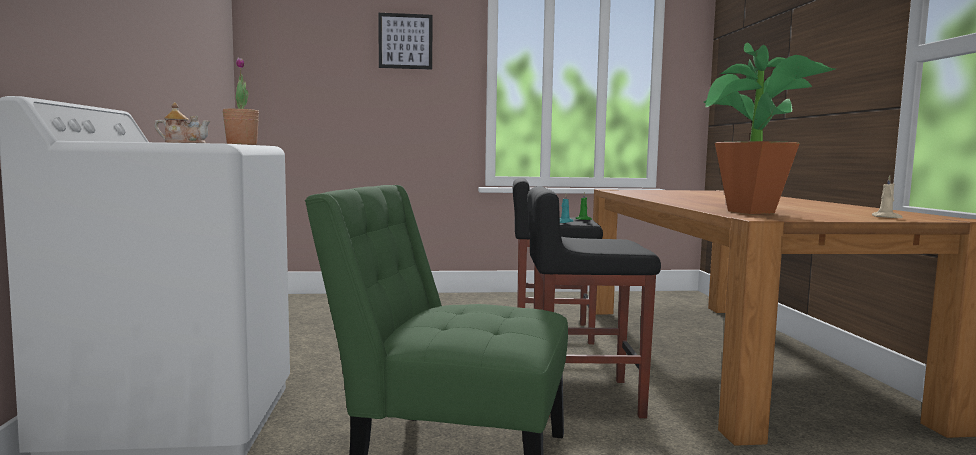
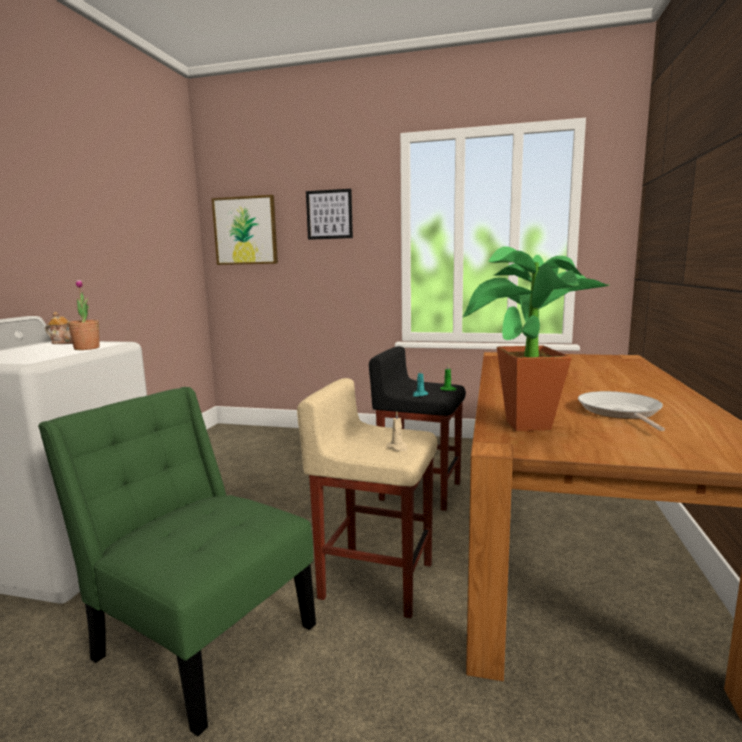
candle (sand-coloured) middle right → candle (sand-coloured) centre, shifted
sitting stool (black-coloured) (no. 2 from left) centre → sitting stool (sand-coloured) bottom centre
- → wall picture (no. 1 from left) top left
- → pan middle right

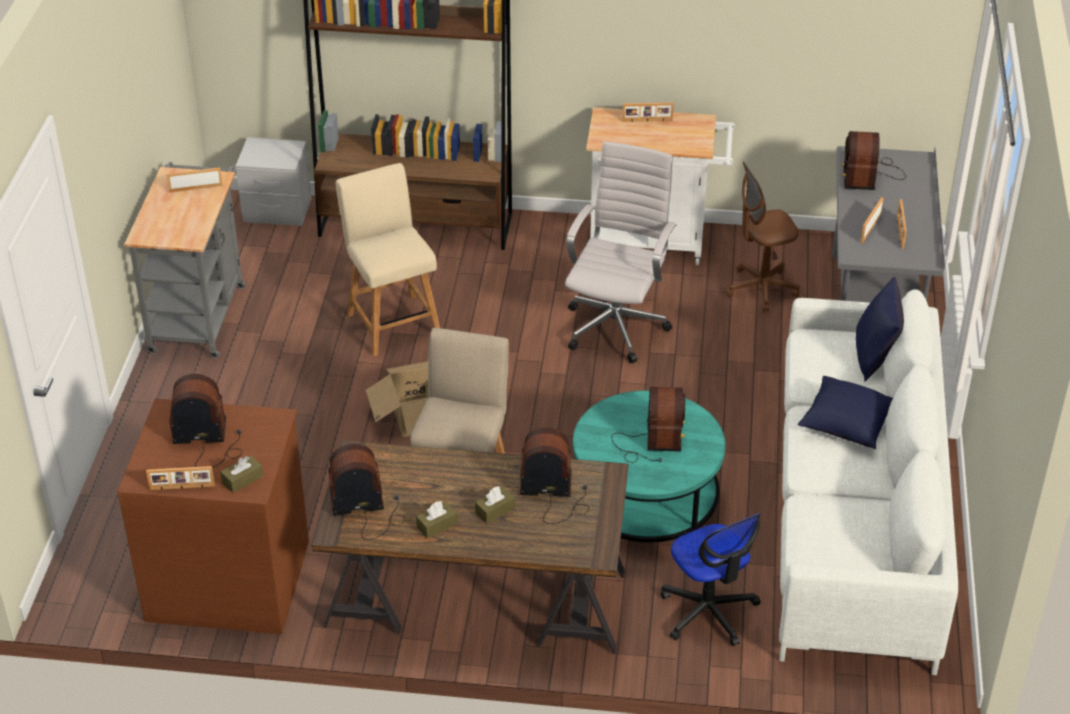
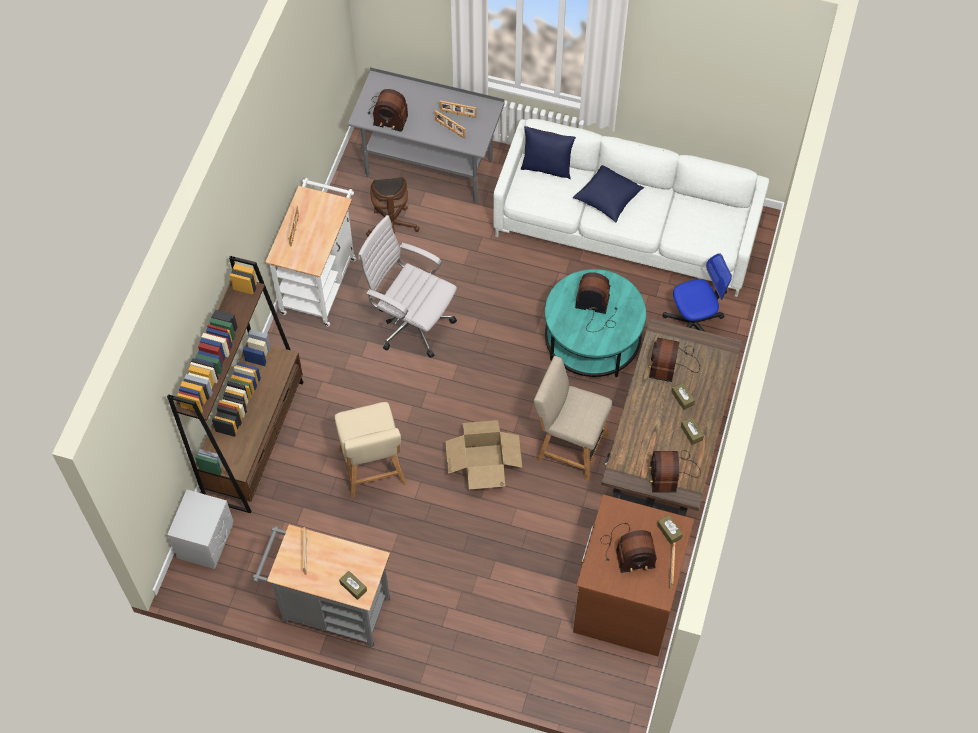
upright chair (sand-coloured) (no. 1 from left) centre, 90 degrees counterclockwise
radio receiver (no. 1 from left in the first image) middle left → radio receiver (no. 3 from left) bottom centre, 105 degrees counterclockwise
- → tissue box (brown) (no. 1 from left) bottom centre

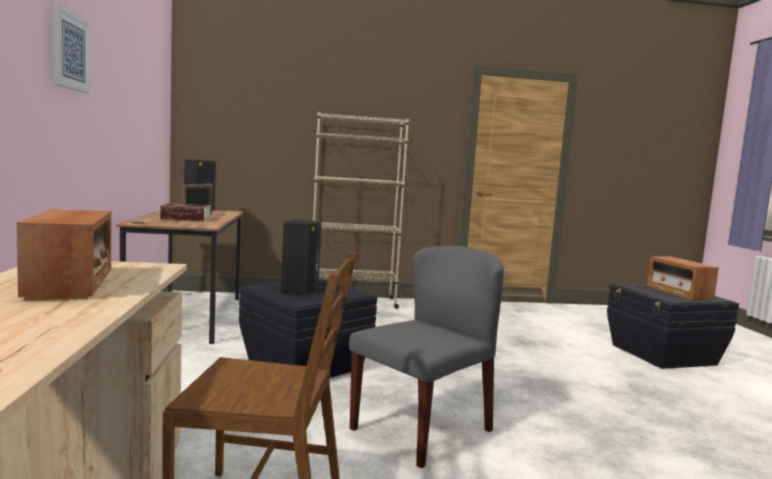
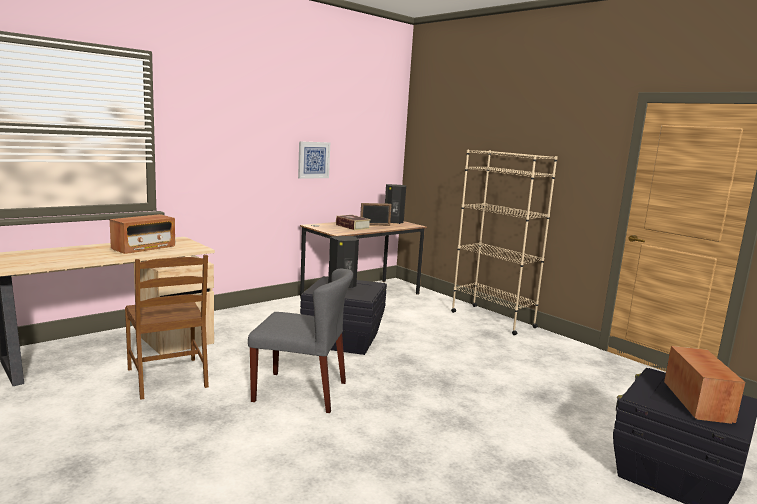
wall picture top left → wall picture top centre, shifted
radio receiver (no. 2 from left) middle right → radio receiver (no. 2 from left) bottom right, 150 degrees clockwise

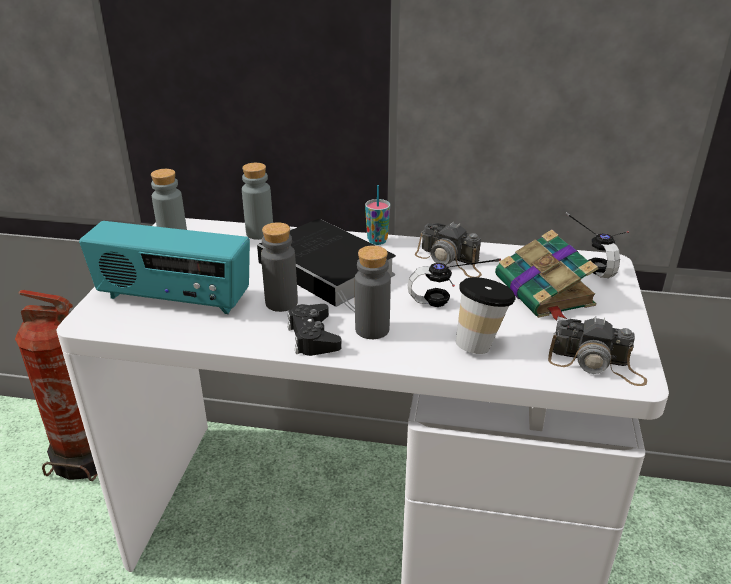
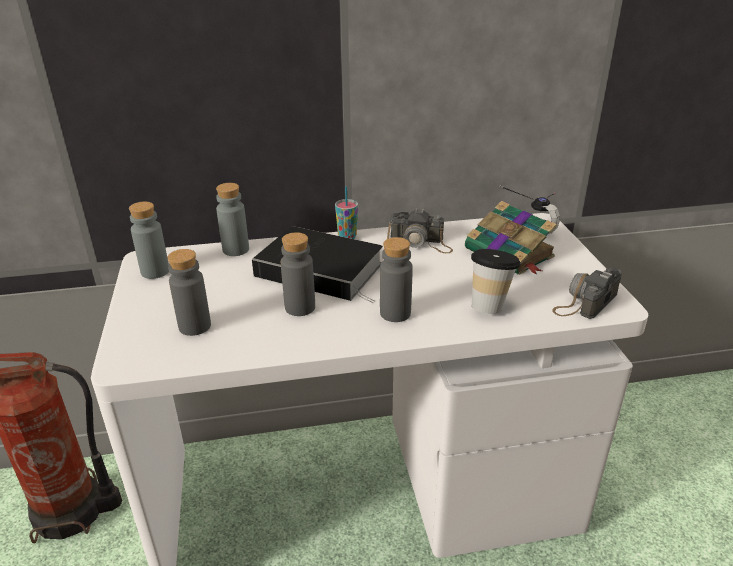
radio receiver middle left → bottle (greyish) (no. 2 from left) middle left
headphones (no. 1 from left) centre → -
joypad (black-coloured) centre → -
still camera (no. 2 from left) middle right, 135 degrees clockwise

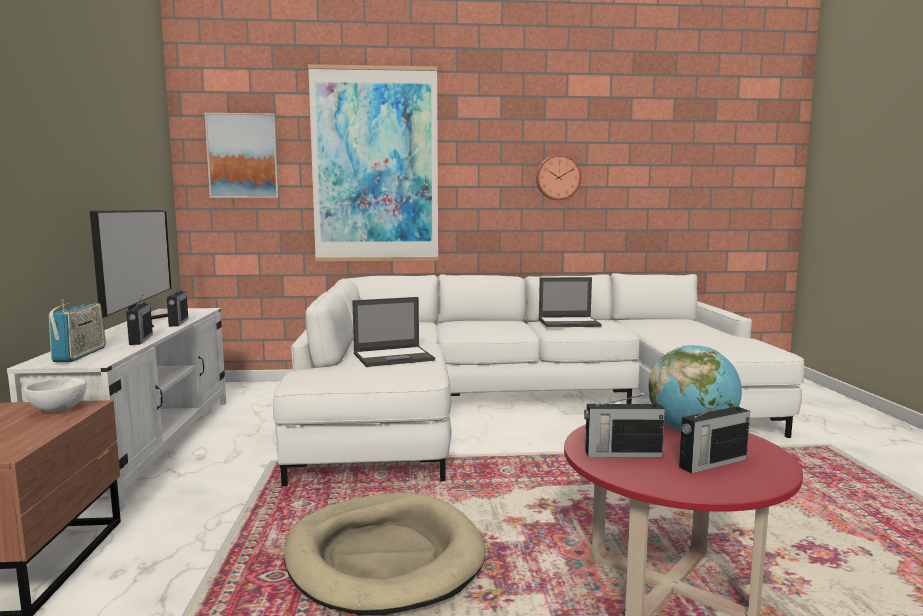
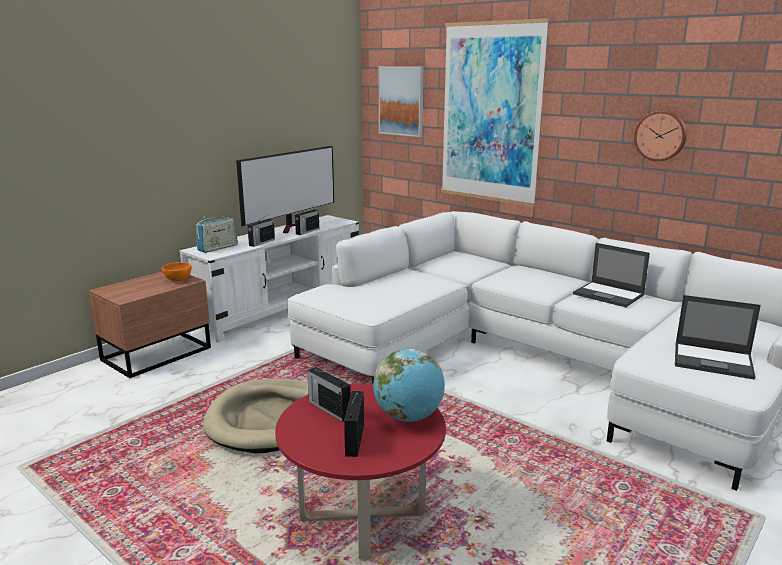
portable computer (no. 1 from left in the first image) centre → portable computer (no. 2 from left) middle right, shifted
serving bowl (white) middle left → serving bowl (orange-coloured) middle left
radio receiver (no. 5 from left) bottom right → radio receiver (no. 5 from left) bottom centre, 75 degrees clockwise

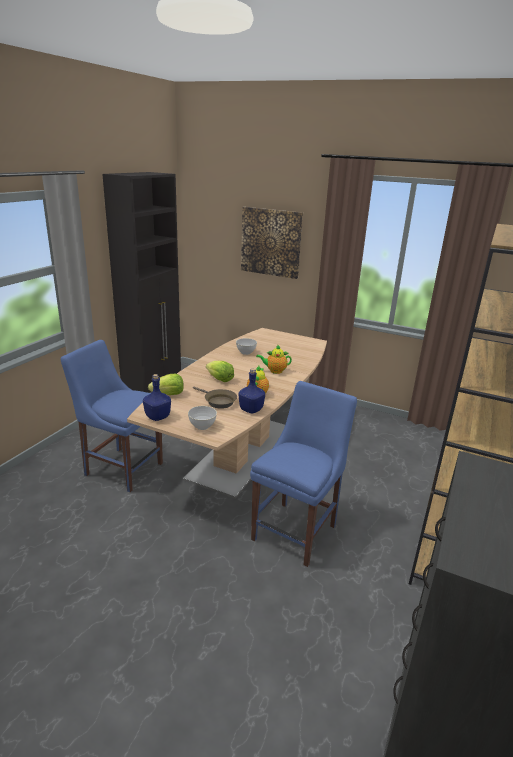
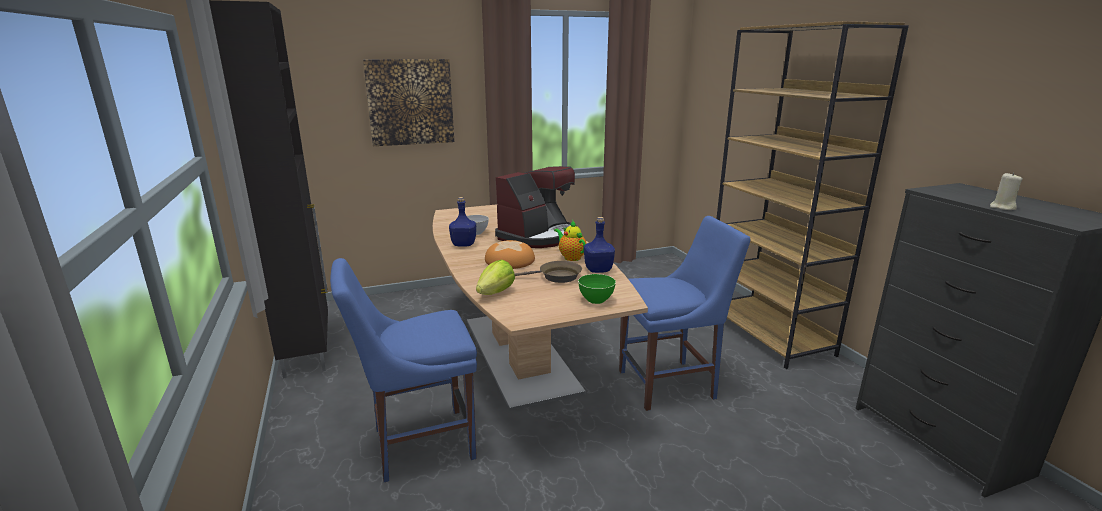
tea pot (no. 2 from left) centre → coffee maker centre
lettuce (no. 2 from left) centre → bread centre
bottle (blue) (no. 1 from left) middle left → bottle (blue) (no. 1 from left) centre, shifted
upright chair (blue) (no. 2 from left) centre, 90 degrees clockwise
serving bowl (greyish) (no. 1 from left) centre → serving bowl (green-coloured) centre
- → candle (sand-coloured) middle right

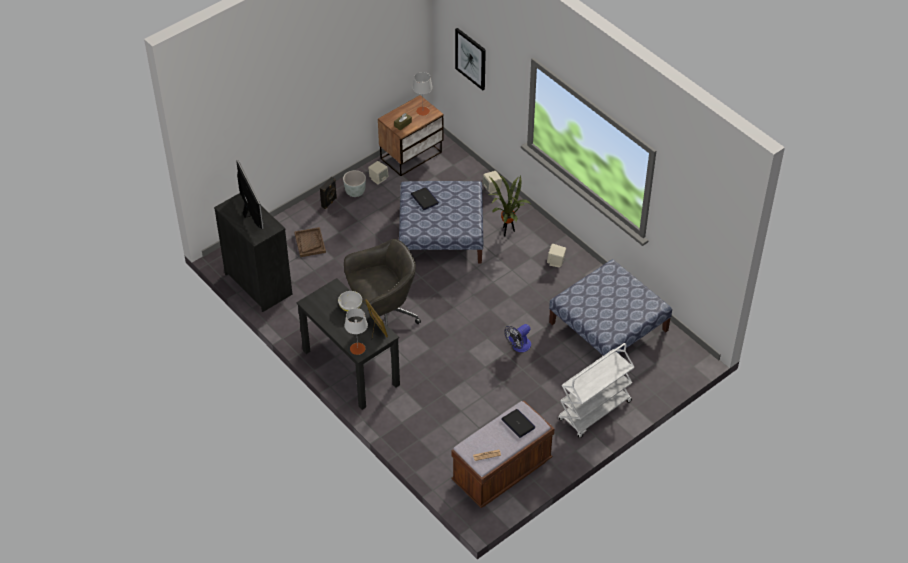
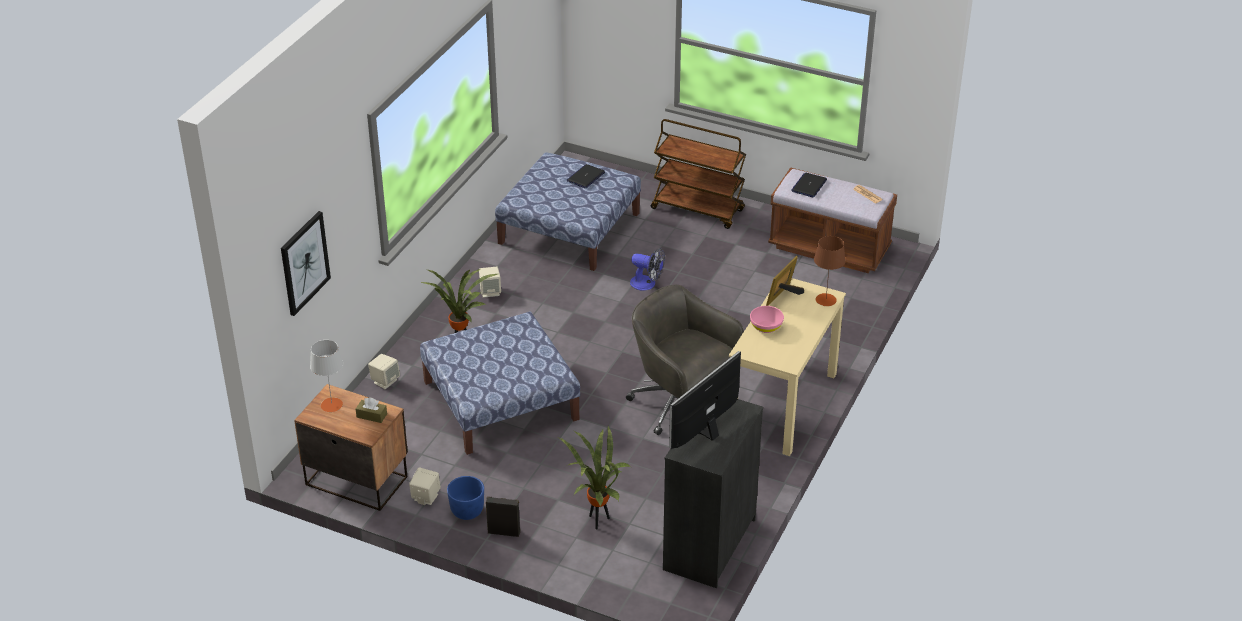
flower pot (greyish) top centre → flower pot (blue) bottom centre
portable computer (no. 1 from left) centre → portable computer (no. 1 from left) top centre, shifted
tray (brown) centre → plant in a pot (no. 2 from left) bottom centre
desk unit (black-coloured) centre → desk unit (sand-coloured) centre
serving bowl (white) centre → serving bowl (pinkish) centre
lamp for a table (greyish) (no. 1 from left) centre → lamp for a table (brown) middle right
cart (white) bottom centre → cart (brown) top centre

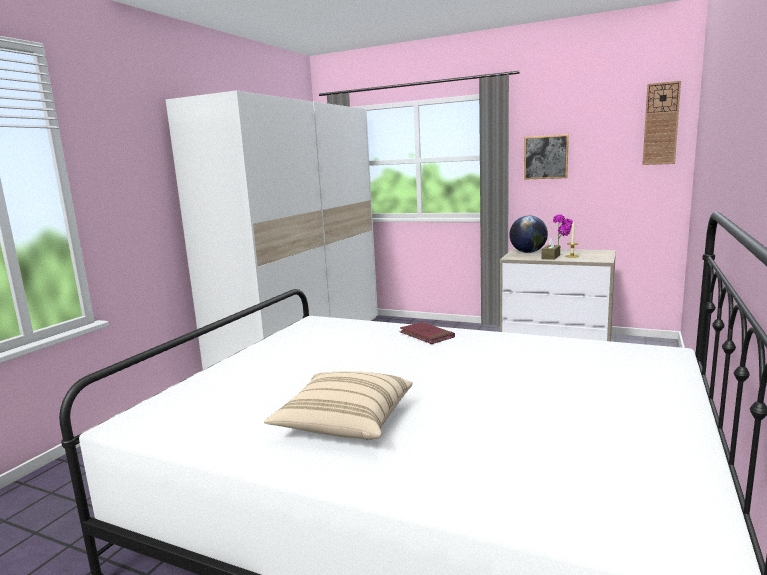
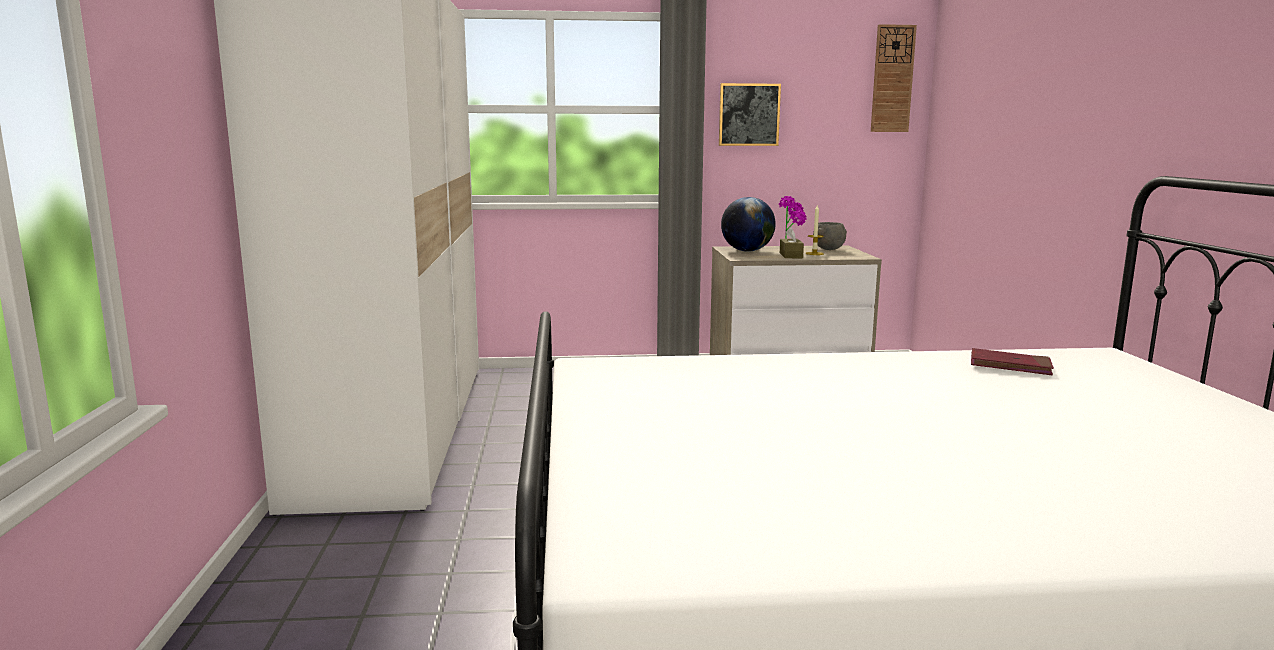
bound book (red) centre → bound book (red) middle right, shifted
pillow (sand-coloured) bottom centre → -
- → serving bowl (greyish) centre

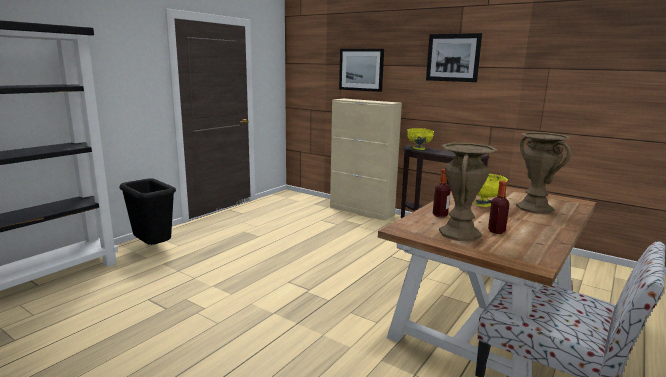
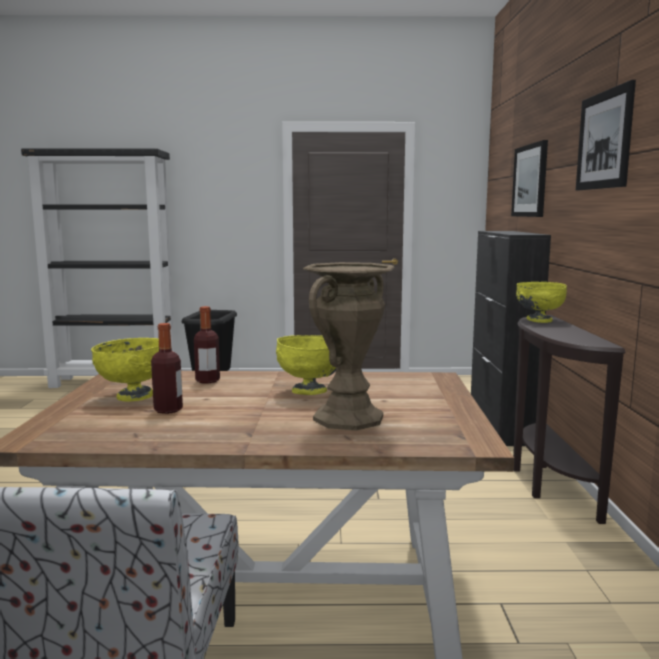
cabinet (sand-coloured) centre → cabinet (black-coloured) middle right
flower vase (brown) (no. 1 from left) middle right → serving bowl (yellow) (no. 1 from left) middle left

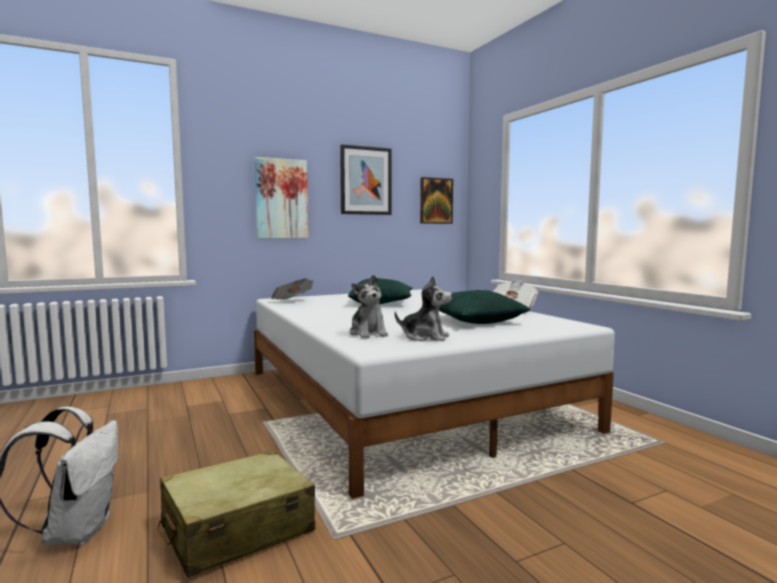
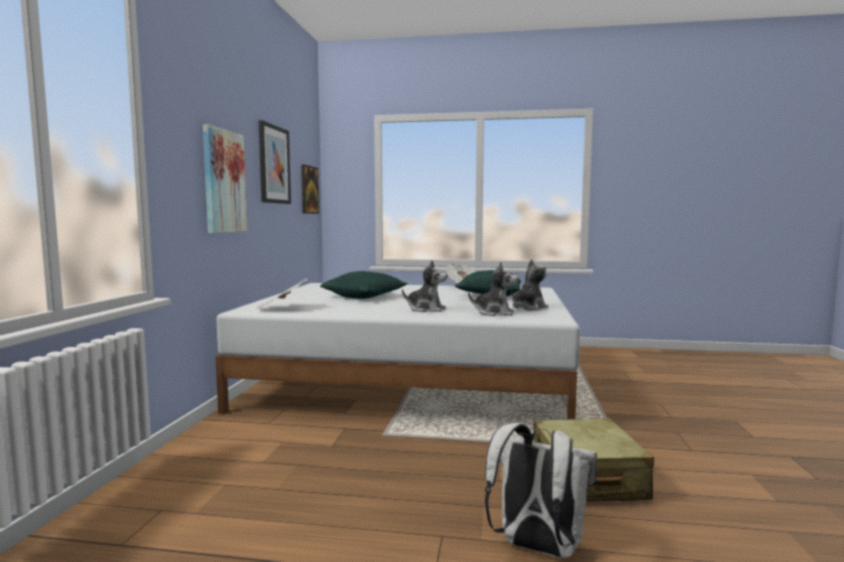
- → plush toy (no. 1 from left) centre

